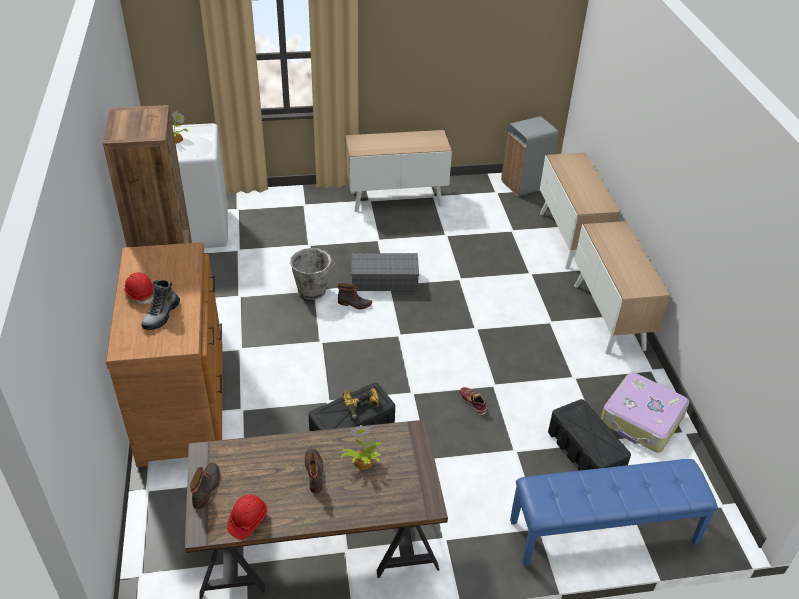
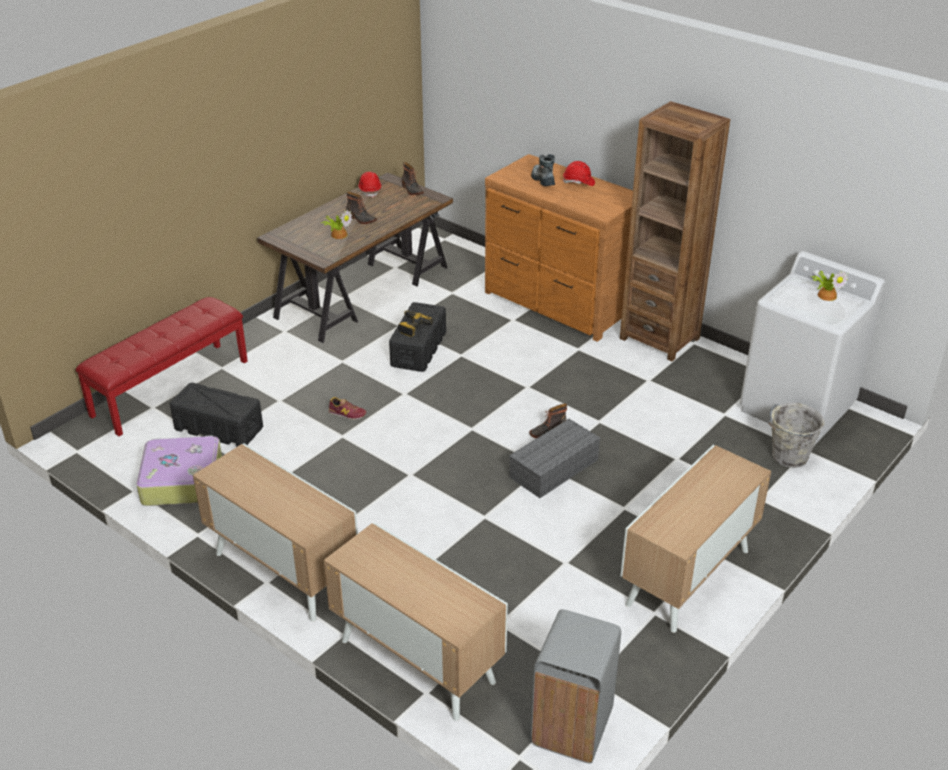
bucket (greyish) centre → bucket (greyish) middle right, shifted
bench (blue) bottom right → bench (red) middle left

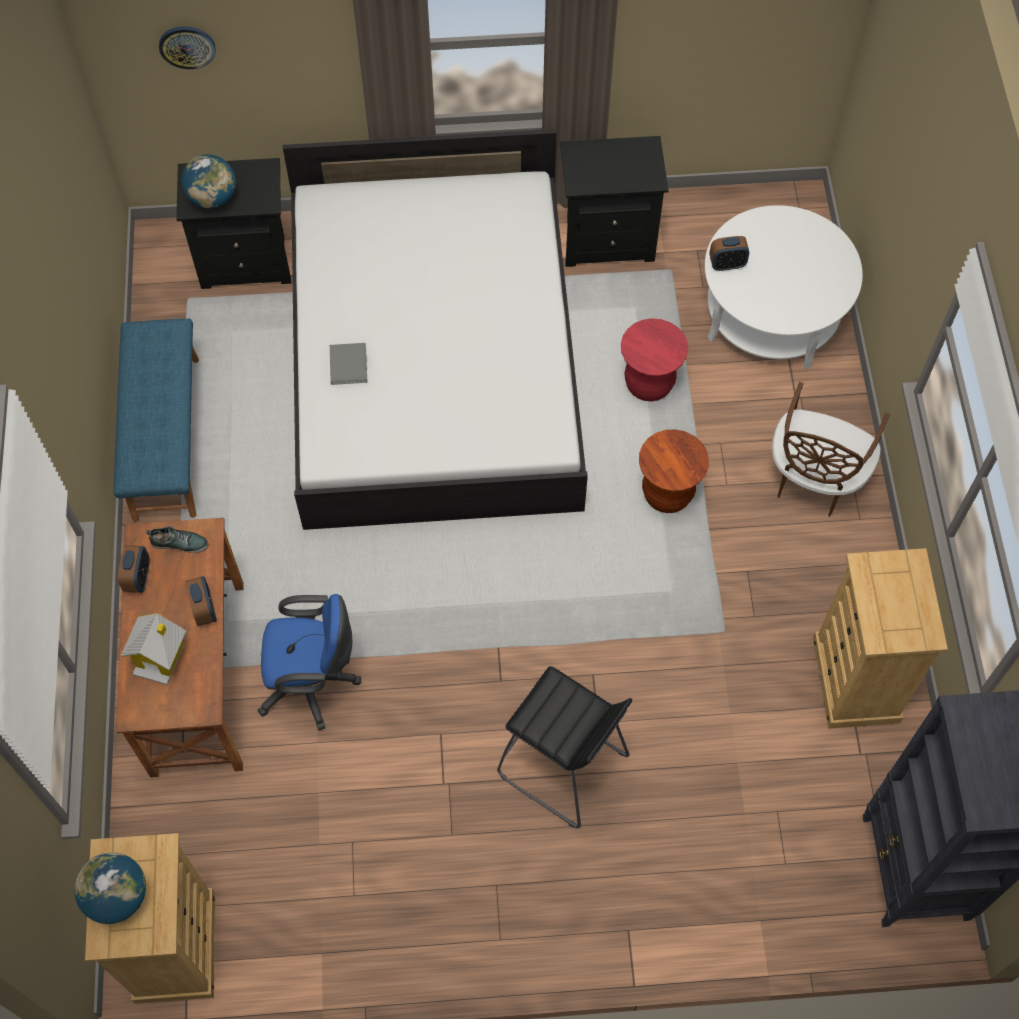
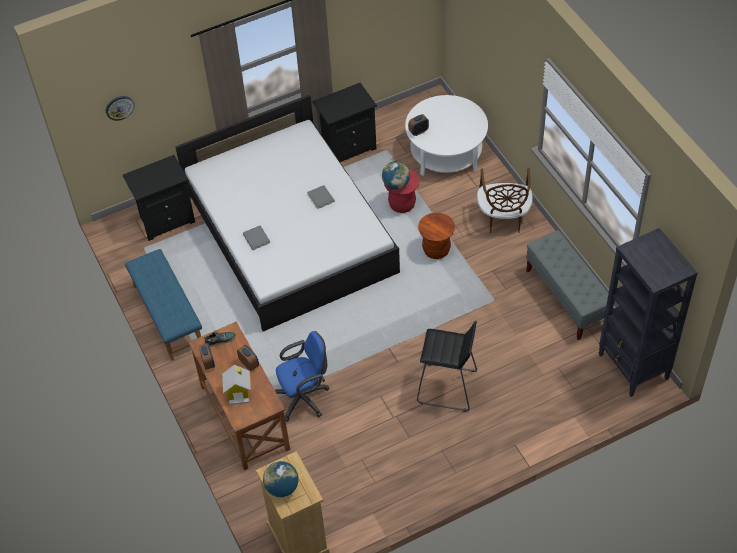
world globe (no. 2 from left) top left → world globe (no. 2 from left) top centre, shifted
drawer chest (sand-coloured) (no. 2 from left) middle right → bench (greyish) middle right
- → bound book (greyish) (no. 2 from left) centre

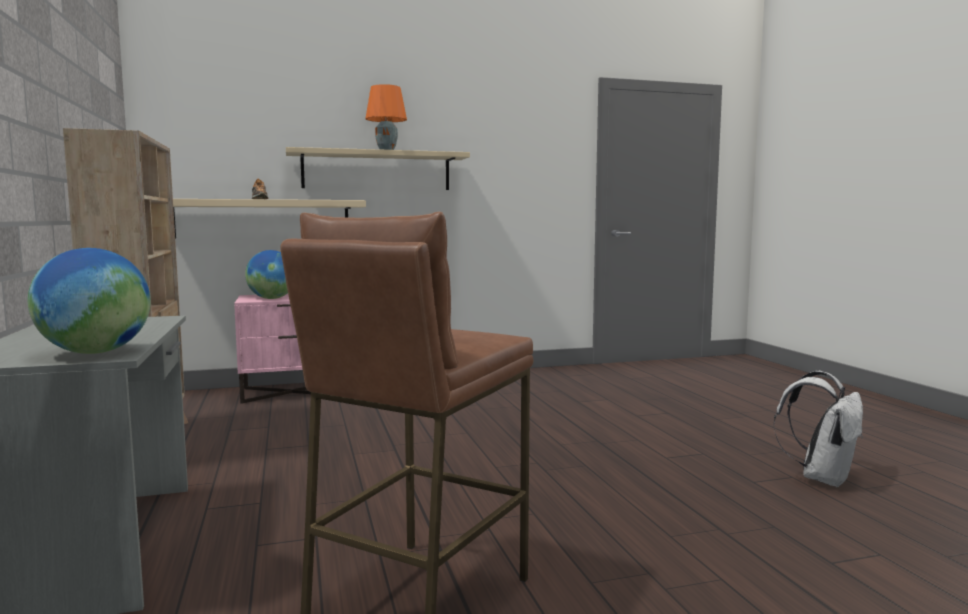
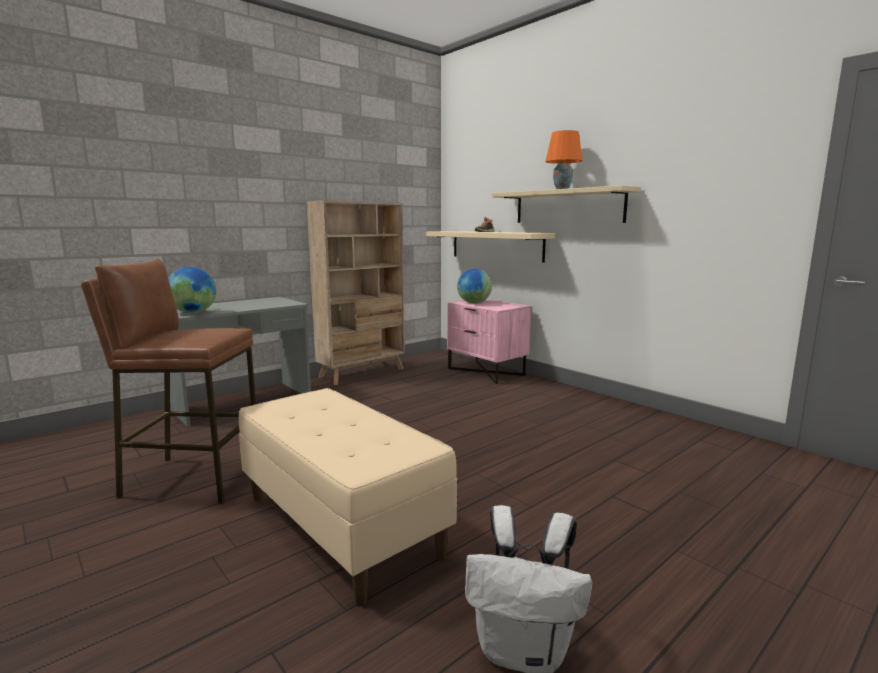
- → bench (sand-coloured) bottom centre

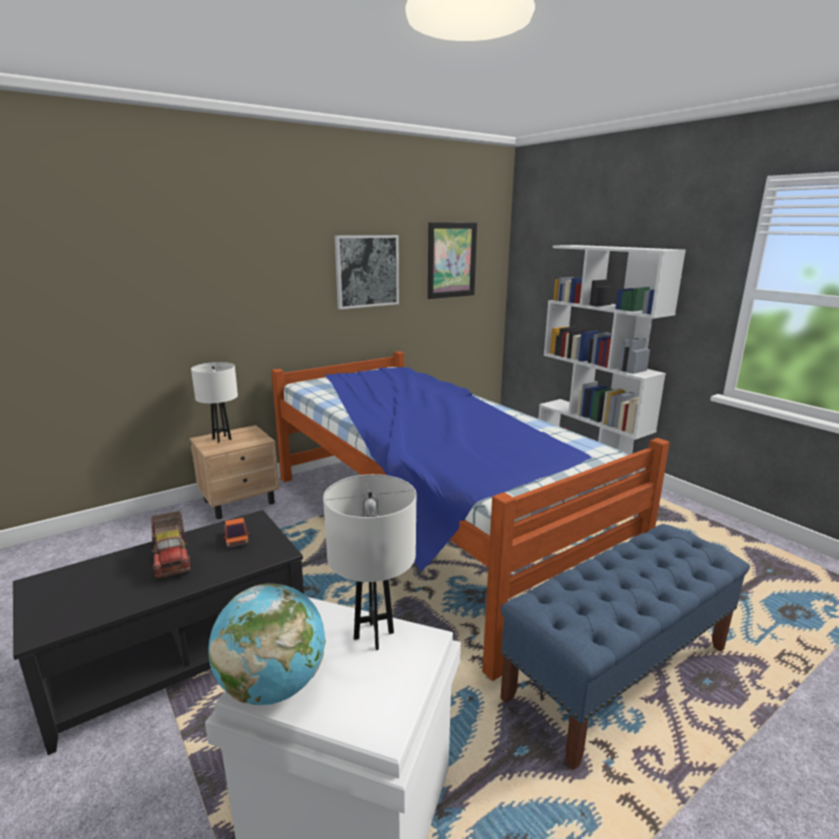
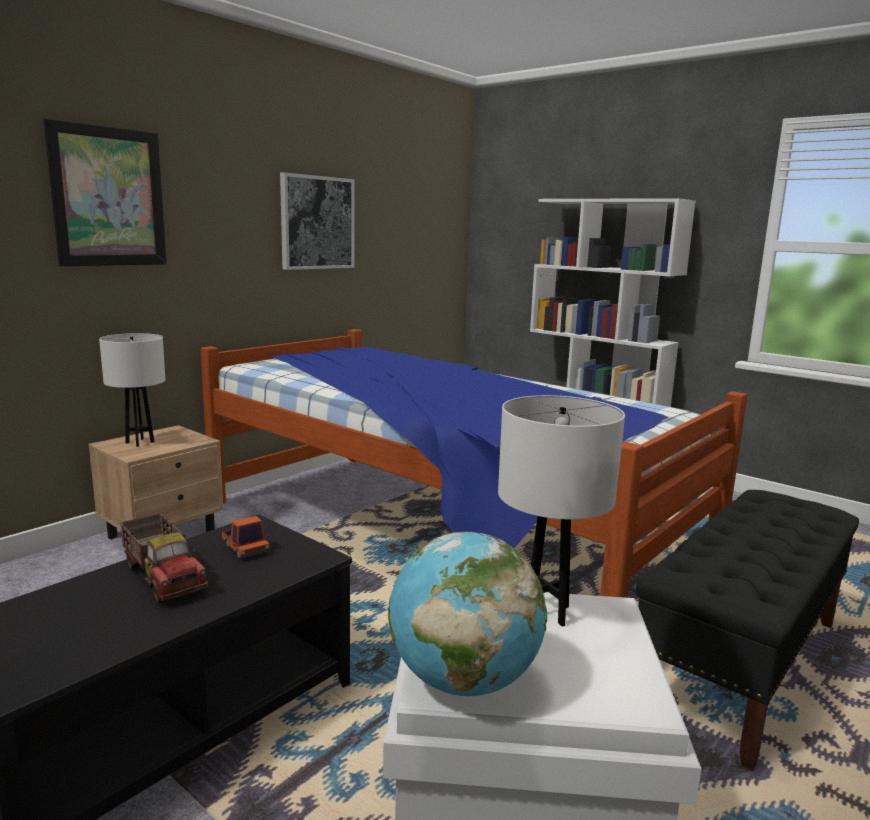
wall picture (no. 2 from left in the first image) top centre → wall picture (no. 1 from left) top left, shifted
bench (blue) bottom right → bench (black-coloured) bottom right

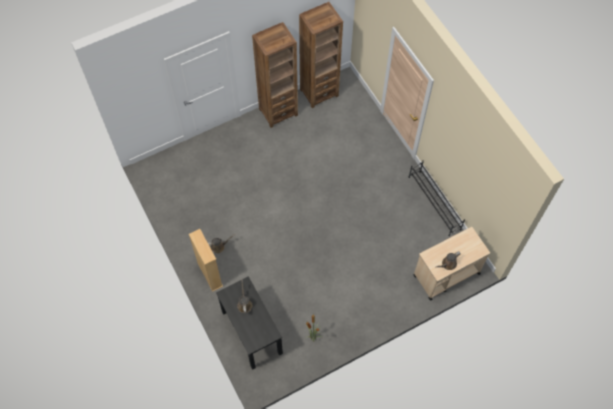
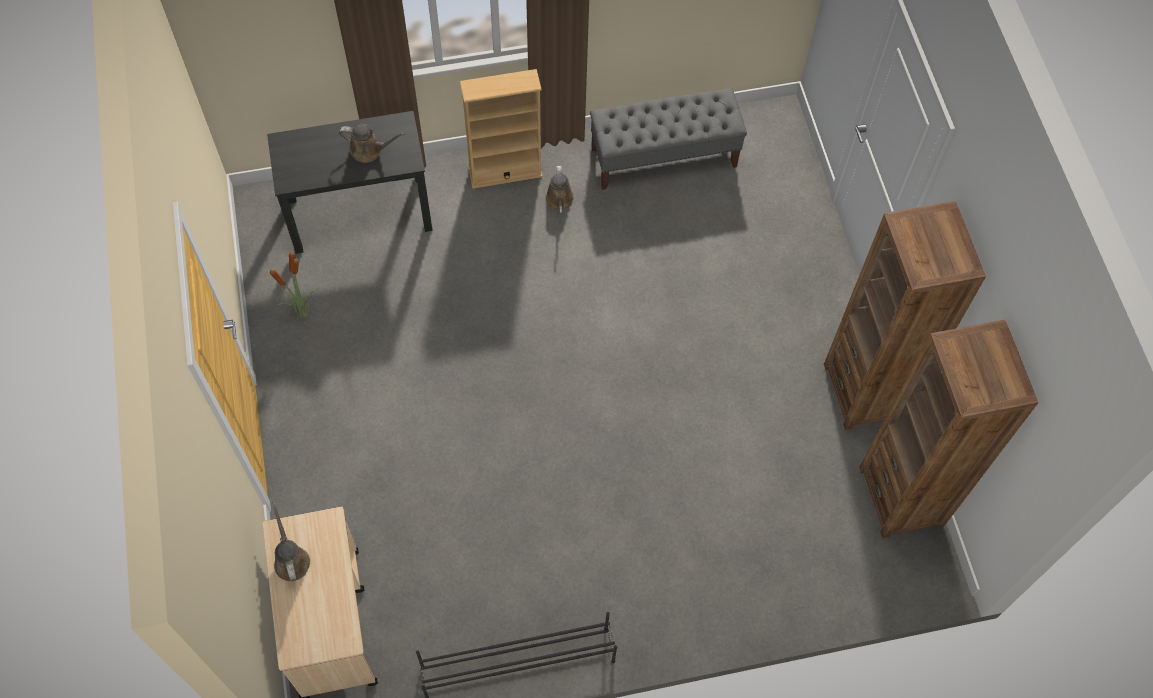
- → bench (greyish) top centre

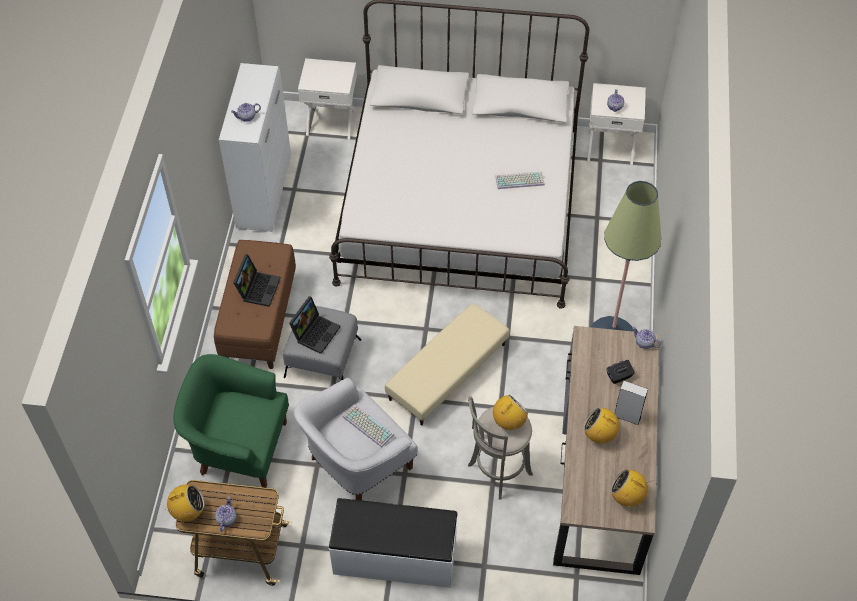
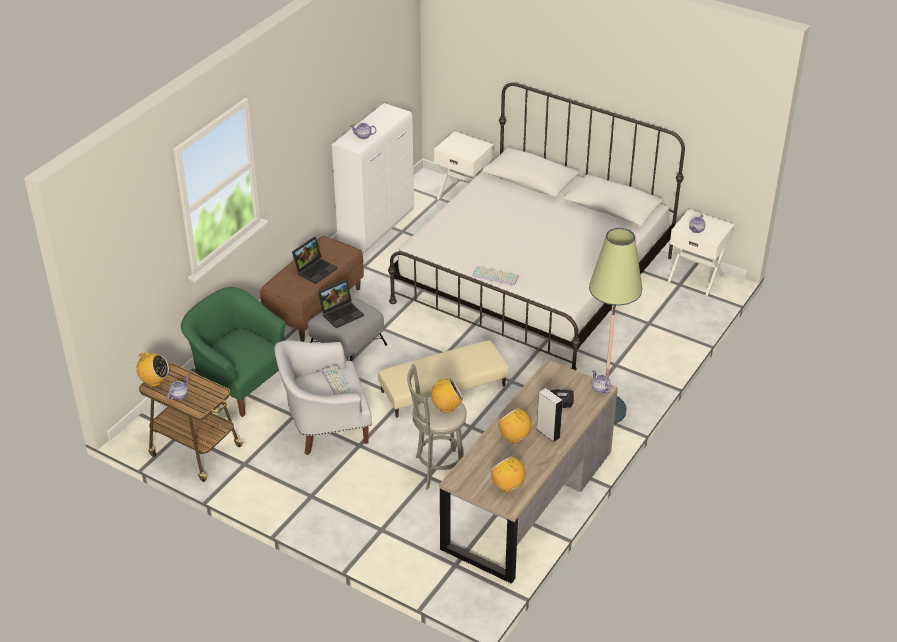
computer keyboard (no. 2 from left) top centre → computer keyboard (no. 2 from left) centre, shifted
bench (white) bottom centre → -

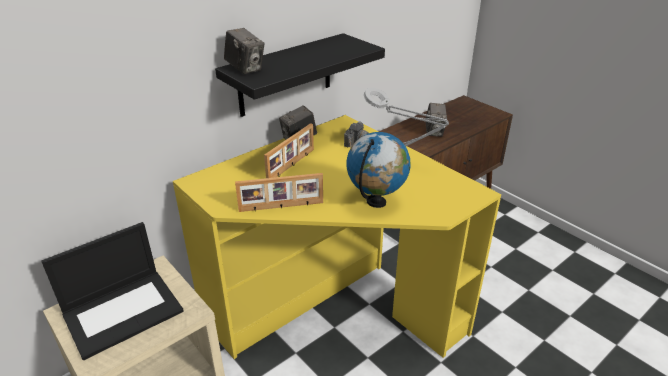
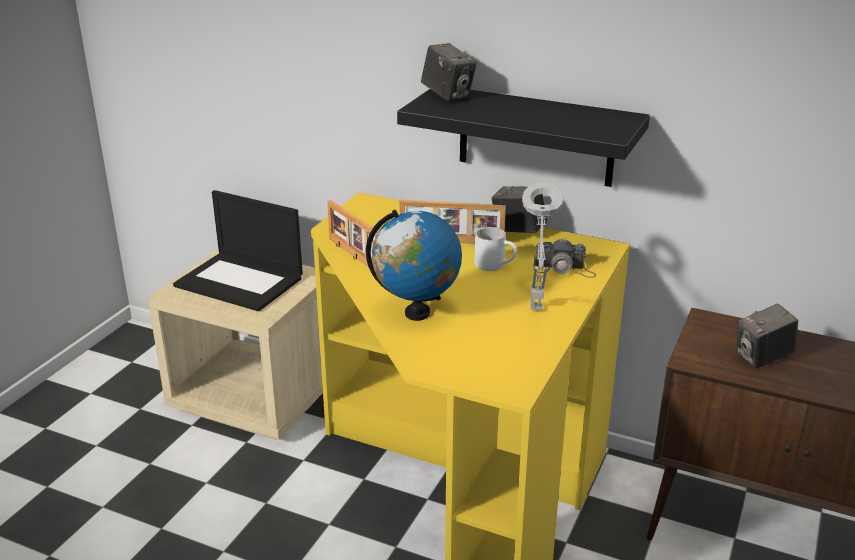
still camera (no. 1 from left) top centre, 60 degrees counterclockwise
- → coffee mug (white) centre

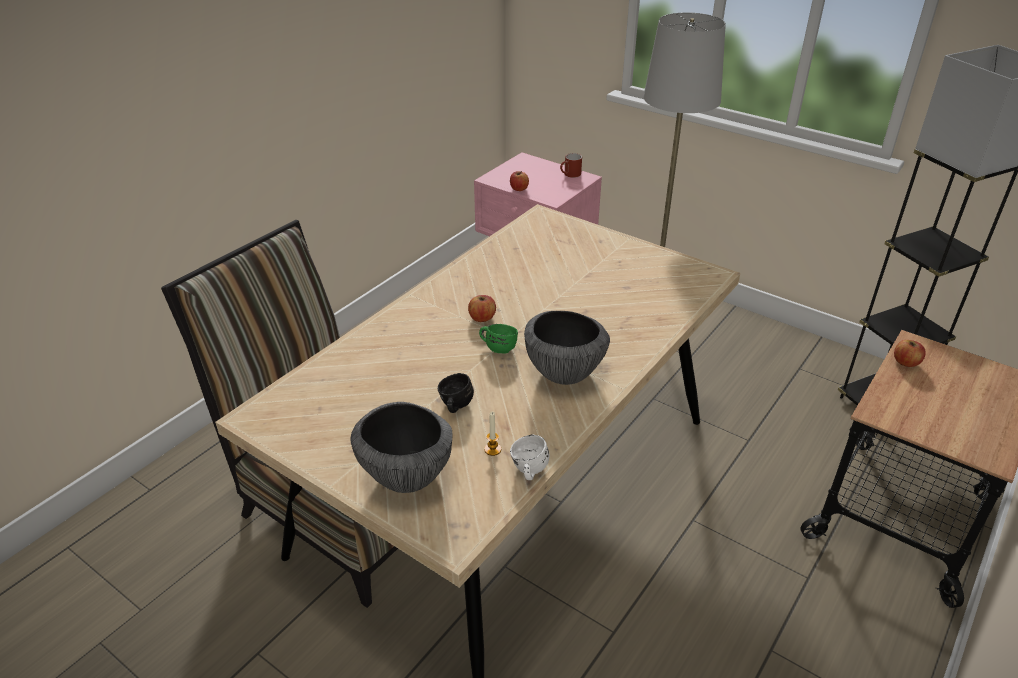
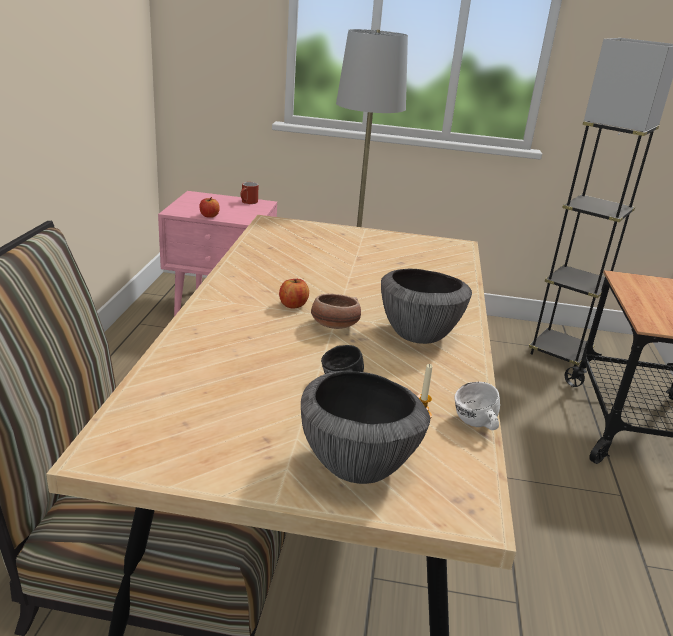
coffee mug (green-coloured) centre → serving bowl (no. 1 from left) centre
apple fruit (no. 3 from left) middle right → -

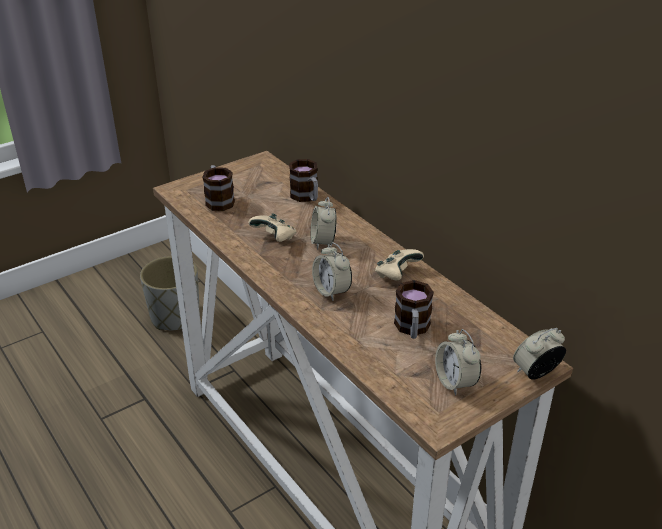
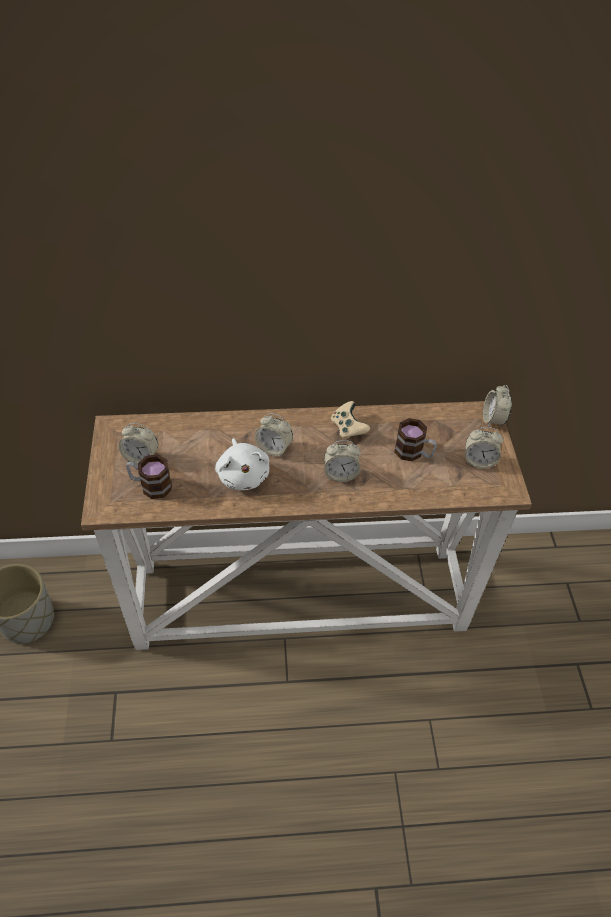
coffee mug (no. 2 from left) centre → -
joypad (sand-coloured) (no. 1 from left) centre → plush toy (white) centre
- → bedside clock (no. 1 from left) middle left

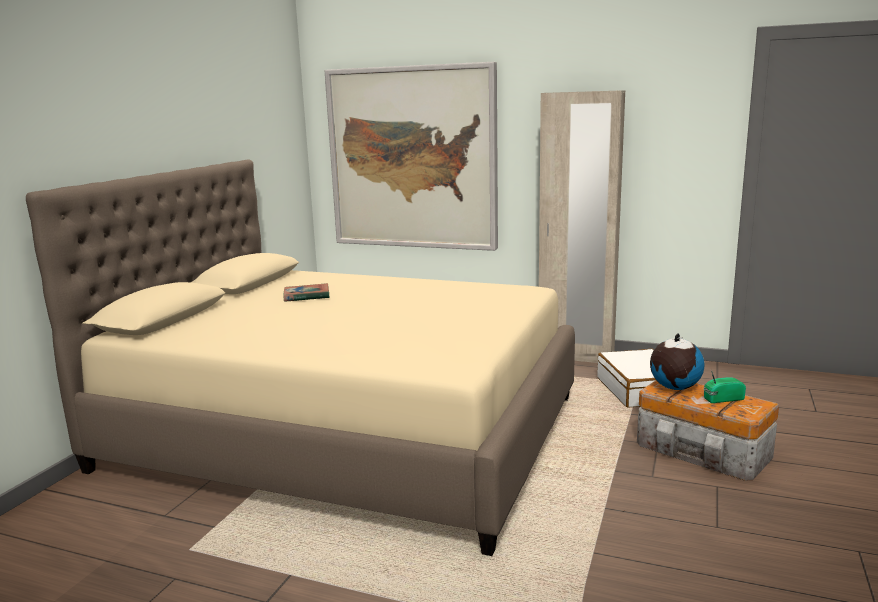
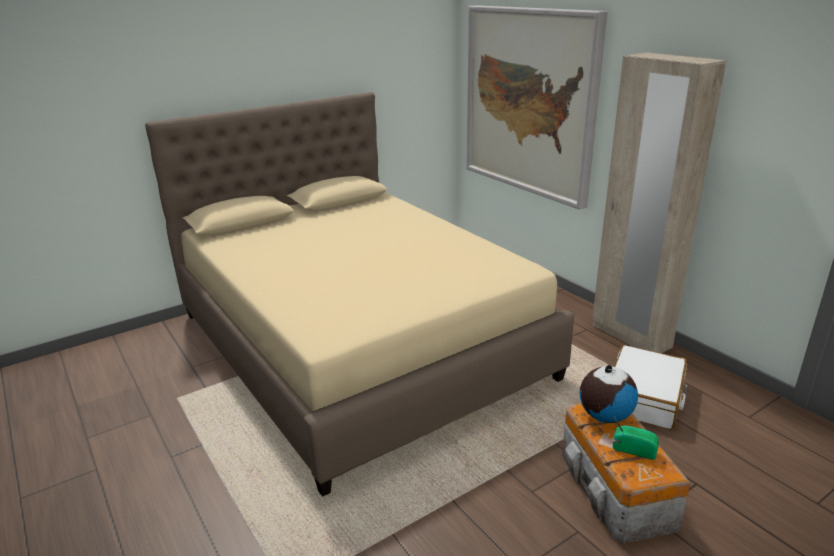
bound book centre → -

